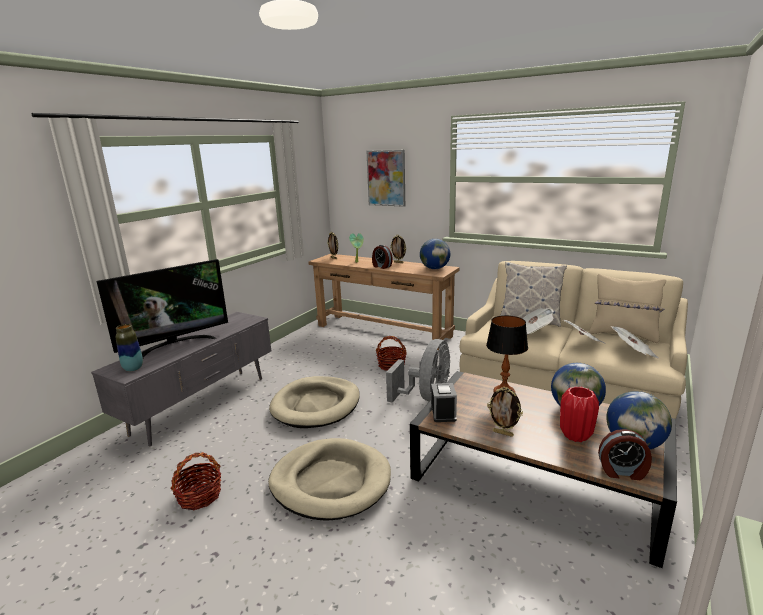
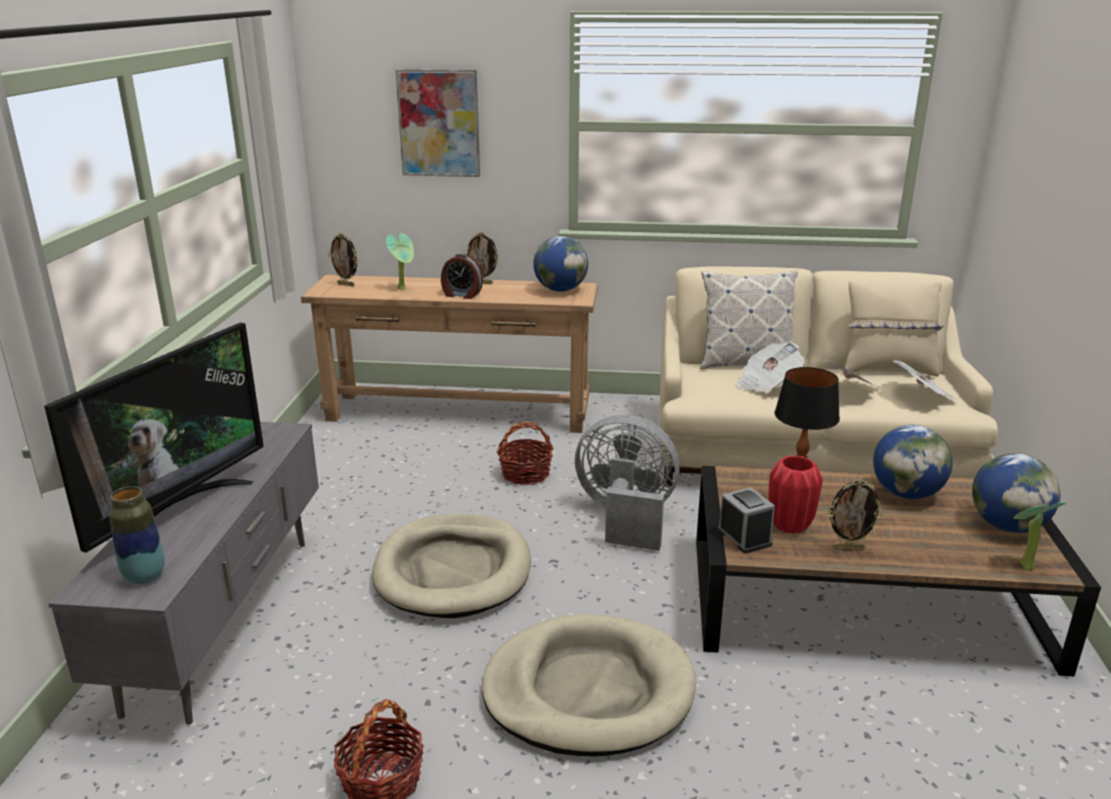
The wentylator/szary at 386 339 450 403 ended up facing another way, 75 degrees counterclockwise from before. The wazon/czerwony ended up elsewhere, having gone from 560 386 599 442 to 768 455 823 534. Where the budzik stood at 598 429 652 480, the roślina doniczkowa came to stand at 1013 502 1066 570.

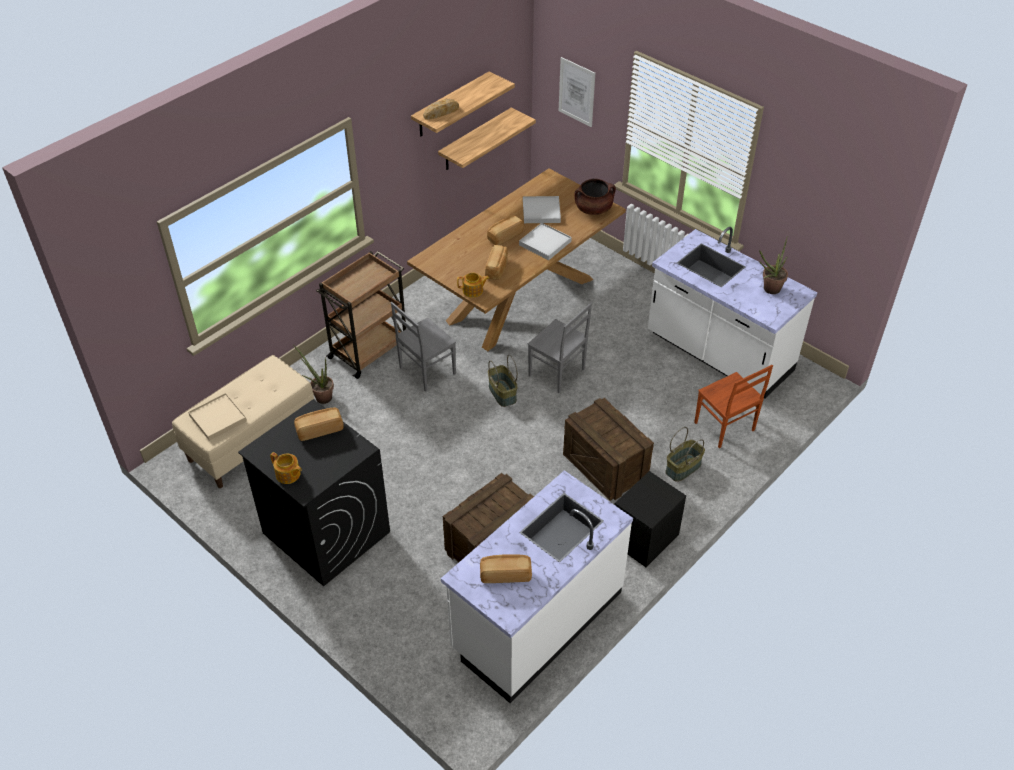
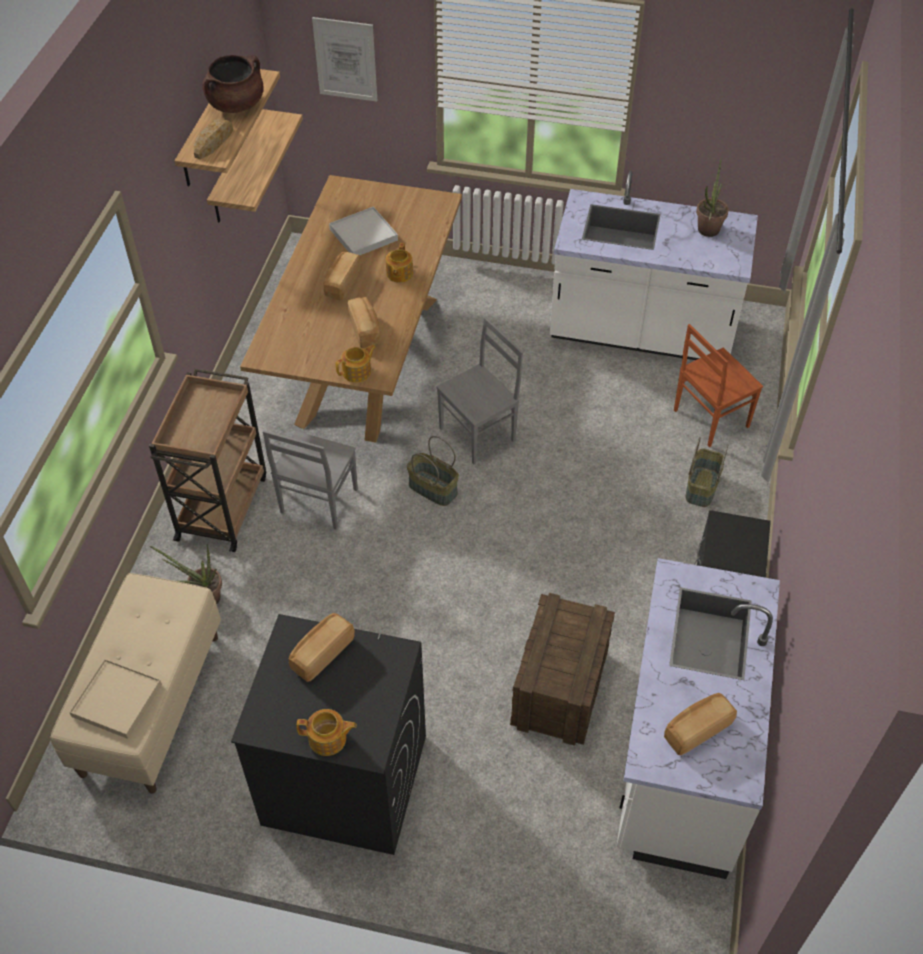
The garnek/brązowy ended up elsewhere, having gone from 574 179 616 215 to 202 55 264 113. Where the taca/biały stood at 519 223 572 260, the imbryk came to stand at 386 243 413 283. The krzesło/szary at 528 303 592 393 ended up facing another way, 45 degrees counterclockwise from before. The krzesło/brązowy at 694 365 773 448 ended up facing another way, 120 degrees clockwise from before. The second view lost the skrzynka at 563 398 654 501.

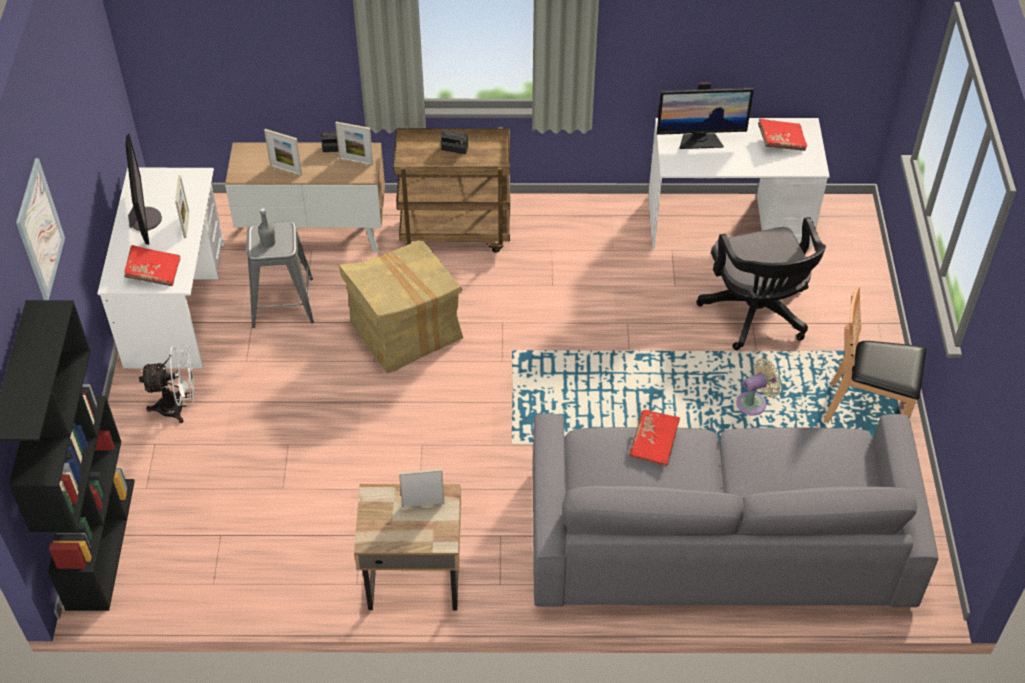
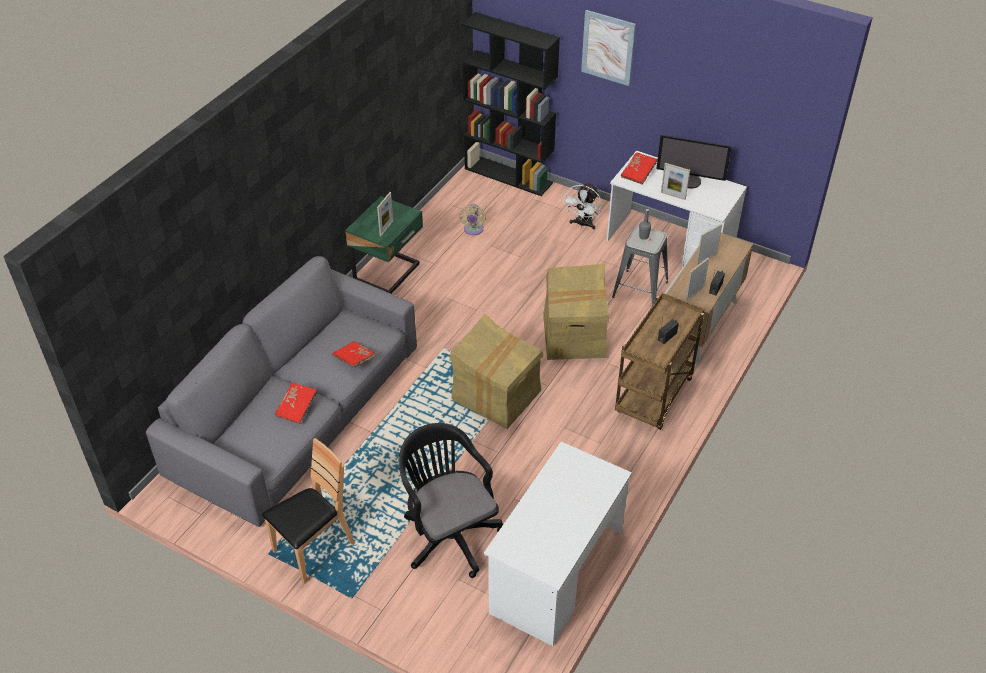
The książka/czerwony ended up elsewhere, having gone from 758 118 807 151 to 275 383 317 424. What was the szafka nocna/beżowy at 354 484 461 611 turned into the szafka nocna/zielony at 345 196 423 294. The krzesło biurowe/czarny at 696 217 826 350 ended up facing another way, 45 degrees clockwise from before. The second view gained the karton at 449 314 543 429. The wentylator/beżowy ended up elsewhere, having gone from 736 359 781 416 to 459 204 486 235. The second view lost the monitor at 657 82 754 149.

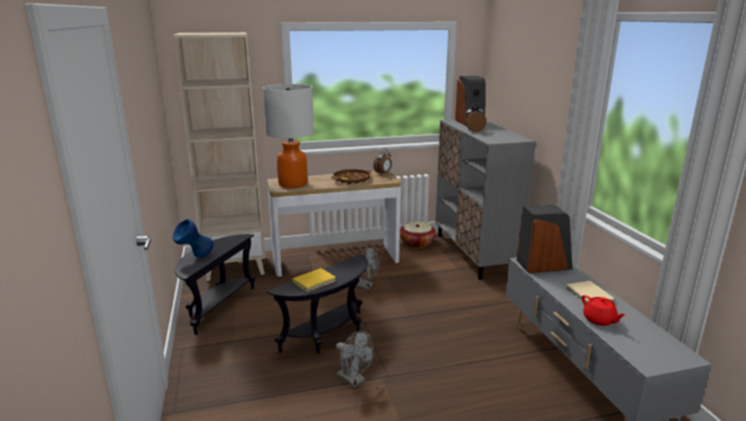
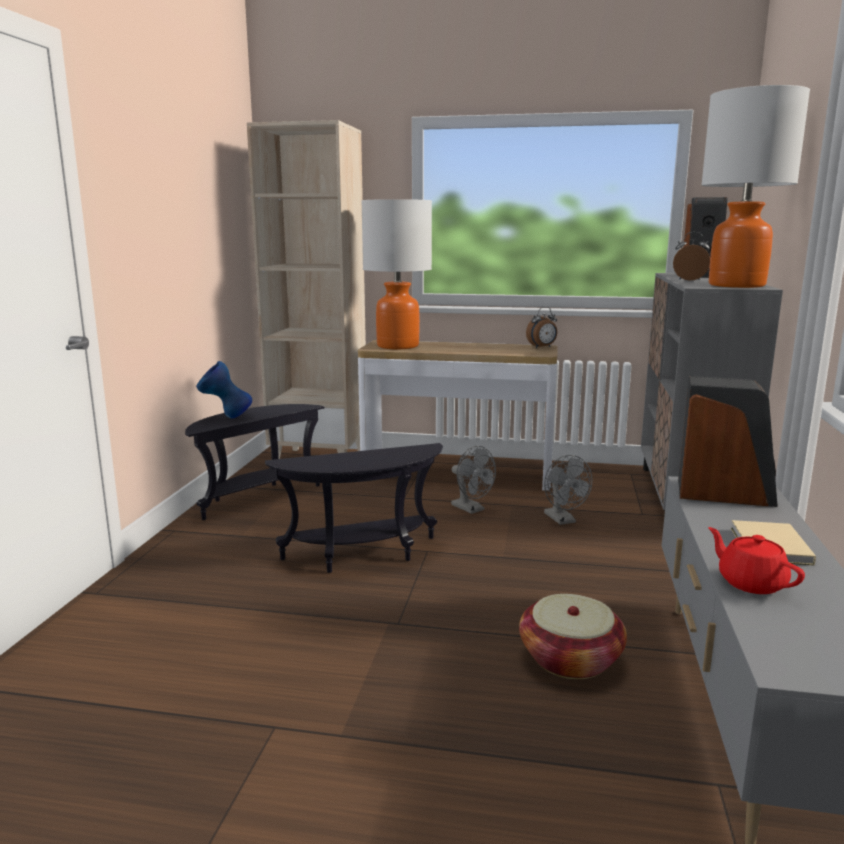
The koszyk ended up elsewhere, having gone from 400 222 436 248 to 519 594 627 679. The wentylator/szary ended up elsewhere, having gone from 336 331 374 387 to 544 455 592 525. The second view gained the lampa stołowa at 701 85 810 288. The imbryk/czerwony at 582 295 626 326 ended up facing another way, 150 degrees clockwise from before. The second view lost the książka/żółty at 292 268 336 292. The second view lost the taca/brązowy at 331 169 371 184.

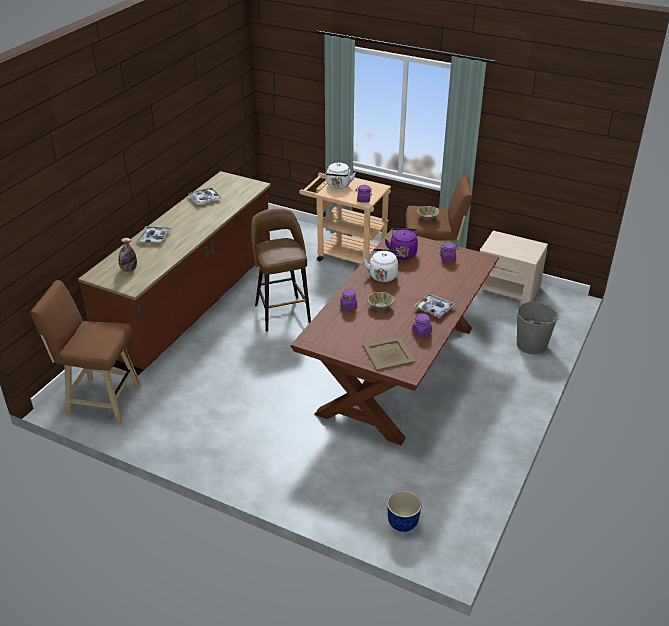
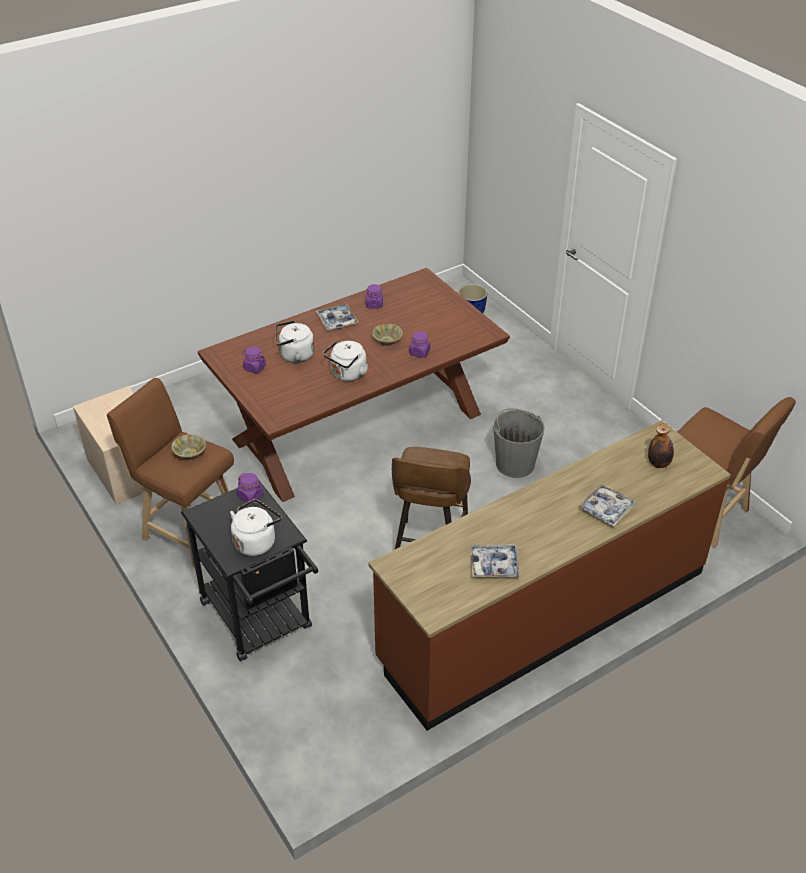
What was the wózek/beżowy at 299 173 391 264 turned into the wózek/czarny at 181 481 318 661. The second view gained the czajnik/biały at 275 320 314 363. The wiadro/szary ended up elsewhere, having gone from 516 301 559 355 to 493 408 545 478. The second view lost the taca/beżowy at 363 337 415 371. The second view lost the czajnik/fioletowy at 385 228 418 260.

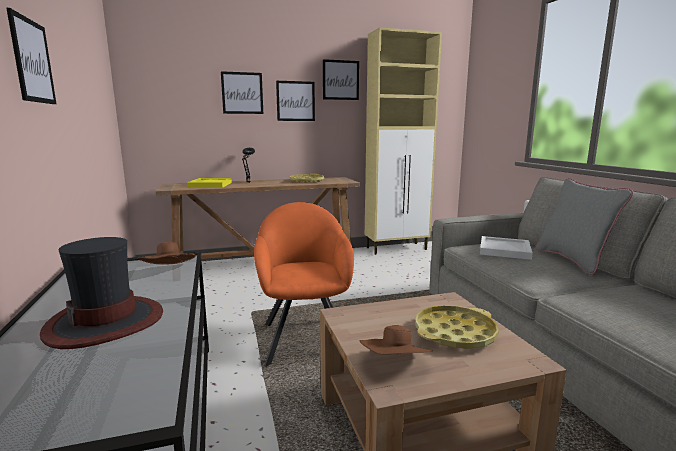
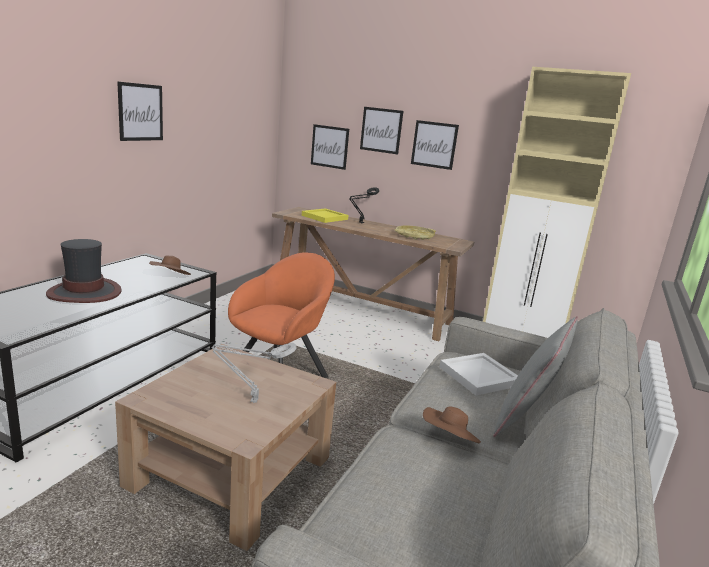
Where the taca/żółty stood at 415 305 499 349, the lampa stołowa/szary came to stand at 212 343 297 403. The obraz ended up elsewhere, having gone from 323 59 359 100 to 311 124 349 170. The kapelusz/brązowy ended up elsewhere, having gone from 359 325 432 355 to 423 407 481 443.

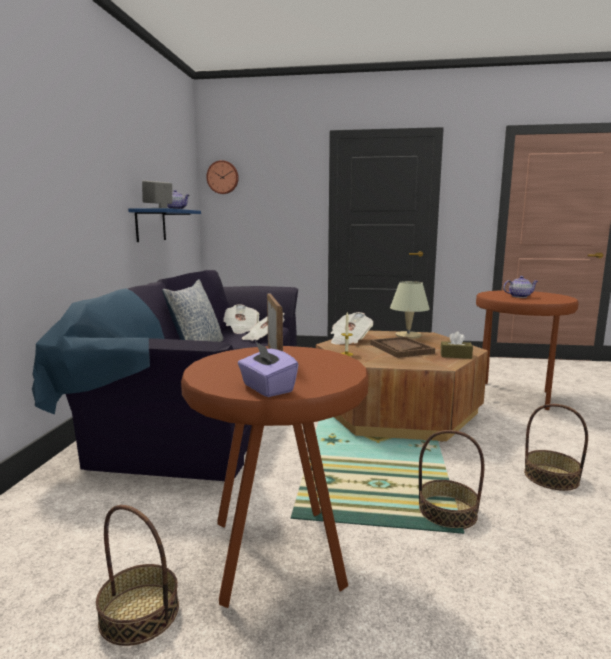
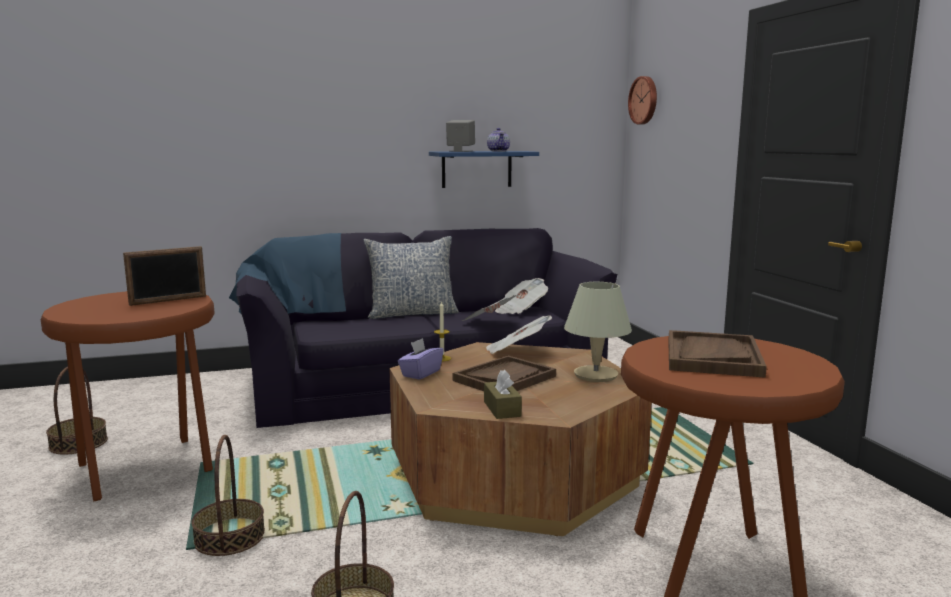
The pudełko chusteczek/fioletowy ended up elsewhere, having gone from 238 341 298 397 to 398 338 444 380. Where the imbryk stood at 503 276 538 298, the taca/brązowy came to stand at 668 330 767 378.

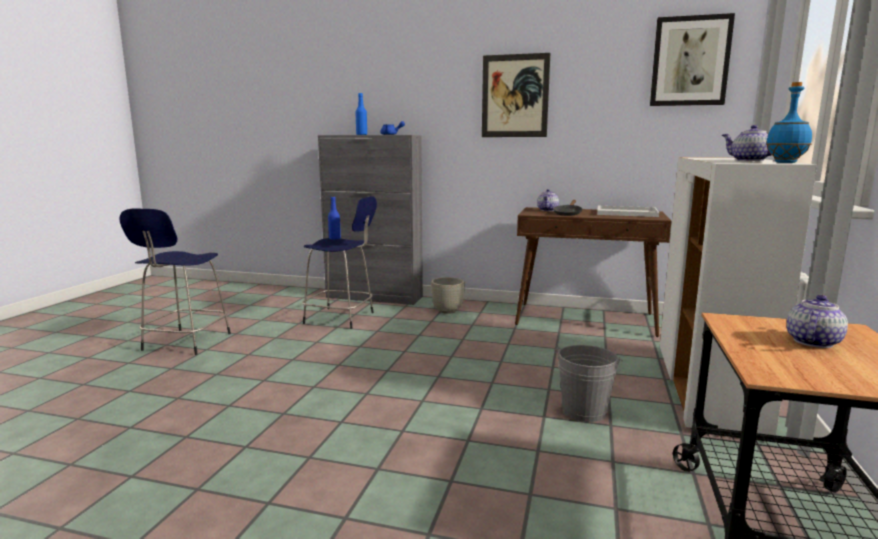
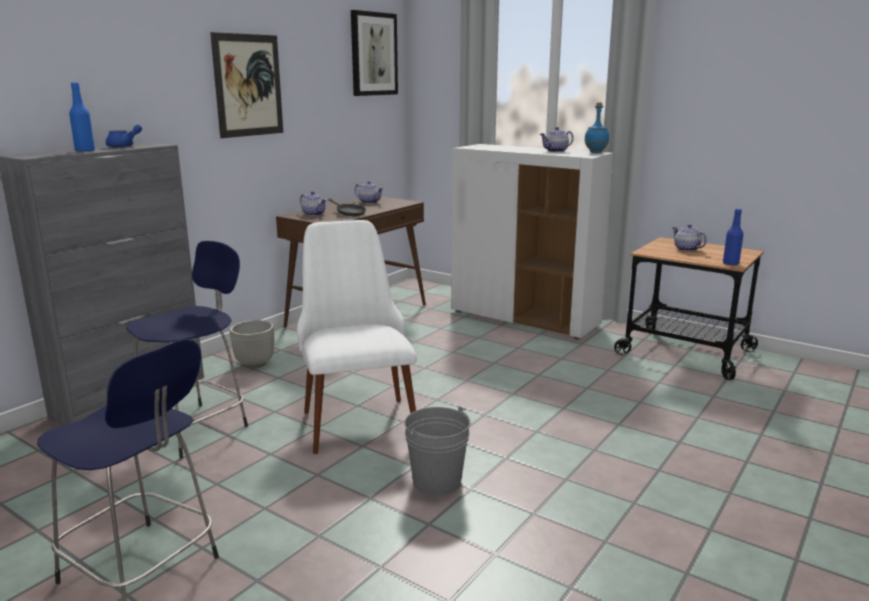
The second view gained the krzesło/biały at 297 220 417 454. Where the taca/biały stood at 597 206 659 217, the imbryk came to stand at 354 181 384 204. The wiadro/szary ended up elsewhere, having gone from 554 345 623 422 to 404 406 470 496. The butelka/niebieski ended up elsewhere, having gone from 328 197 341 240 to 723 208 743 265.

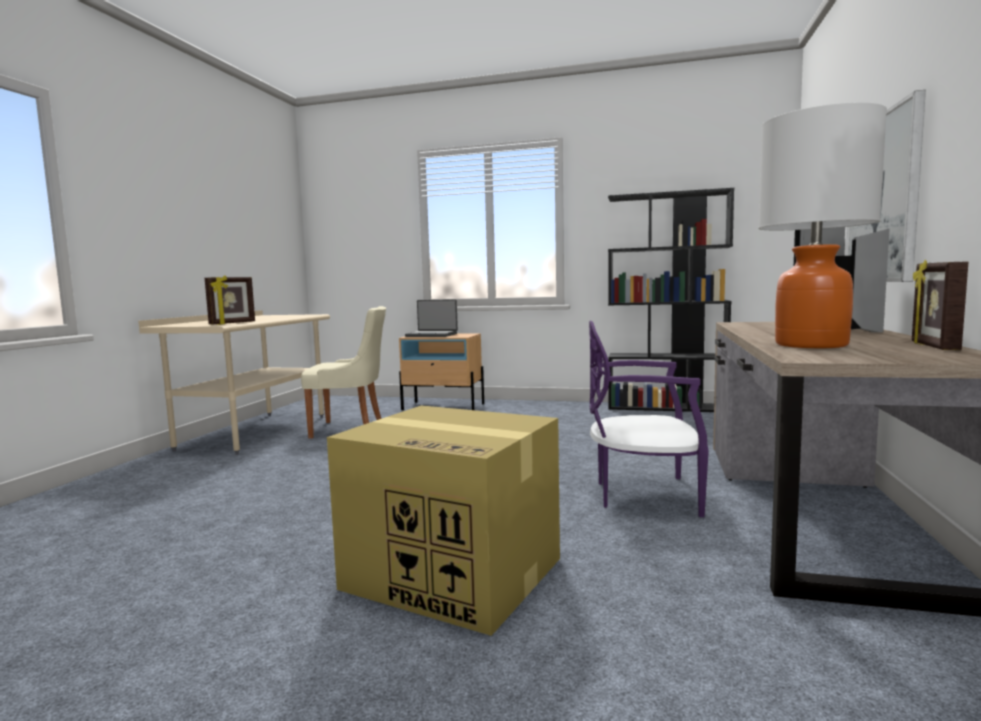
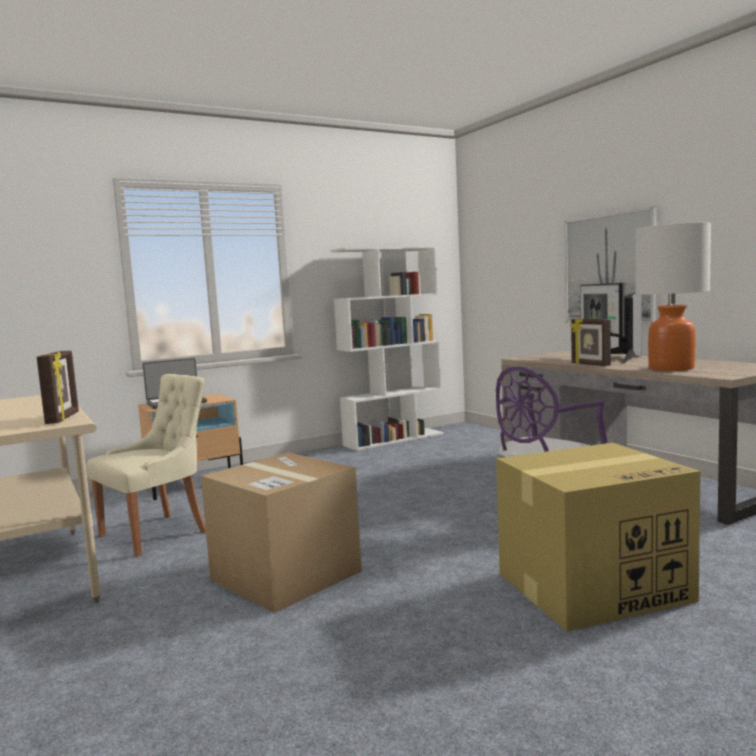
The second view gained the karton at 201 453 362 613. What was the regał/czarny at 608 188 734 412 turned into the regał/biały at 331 246 444 451. The ramka na zdjęcie ended up elsewhere, having gone from 912 260 969 350 to 570 317 611 366.

